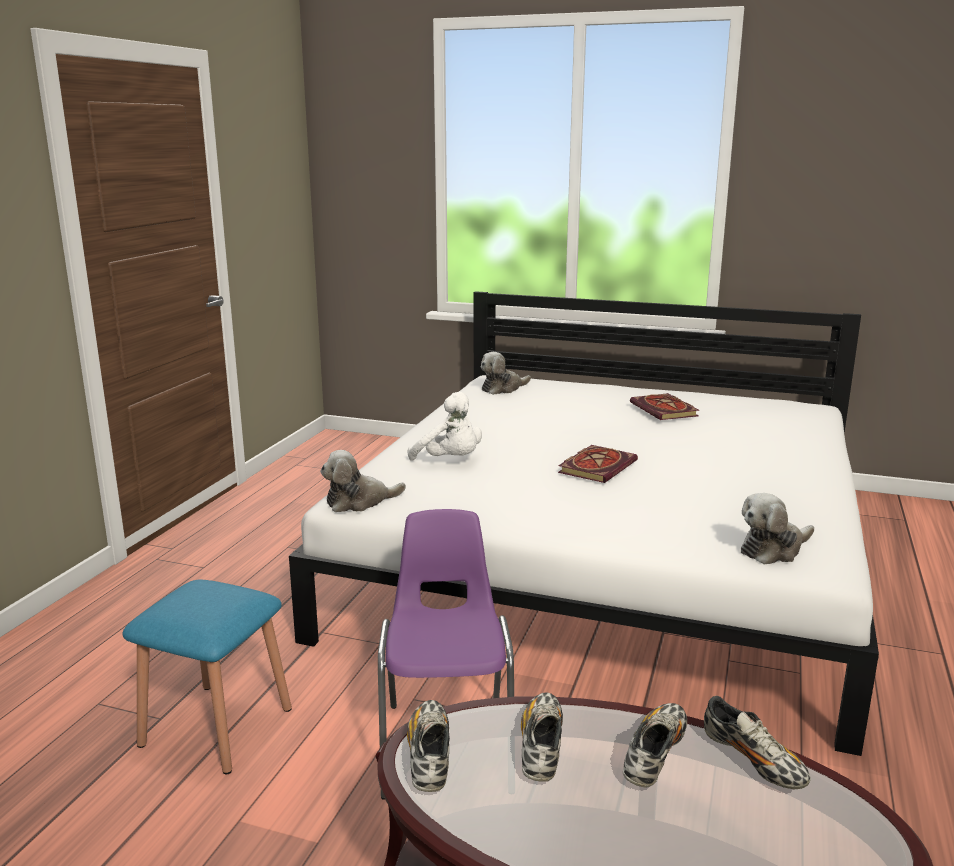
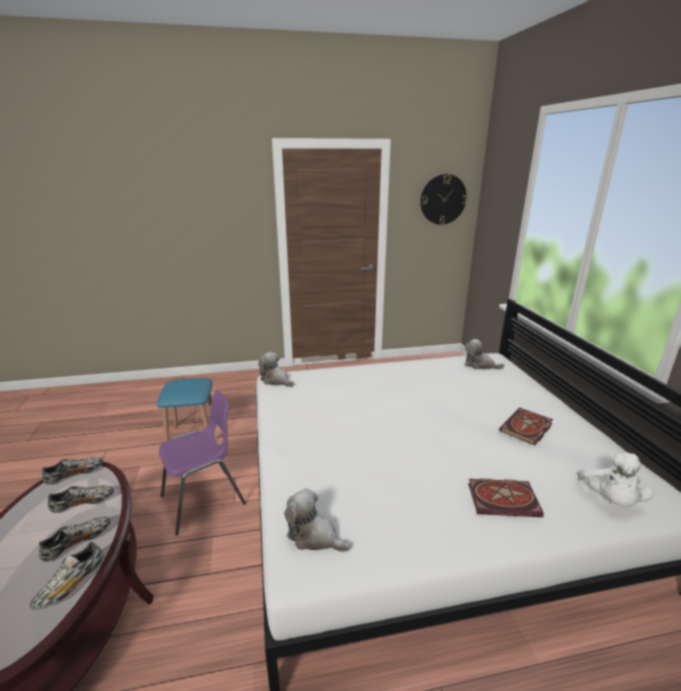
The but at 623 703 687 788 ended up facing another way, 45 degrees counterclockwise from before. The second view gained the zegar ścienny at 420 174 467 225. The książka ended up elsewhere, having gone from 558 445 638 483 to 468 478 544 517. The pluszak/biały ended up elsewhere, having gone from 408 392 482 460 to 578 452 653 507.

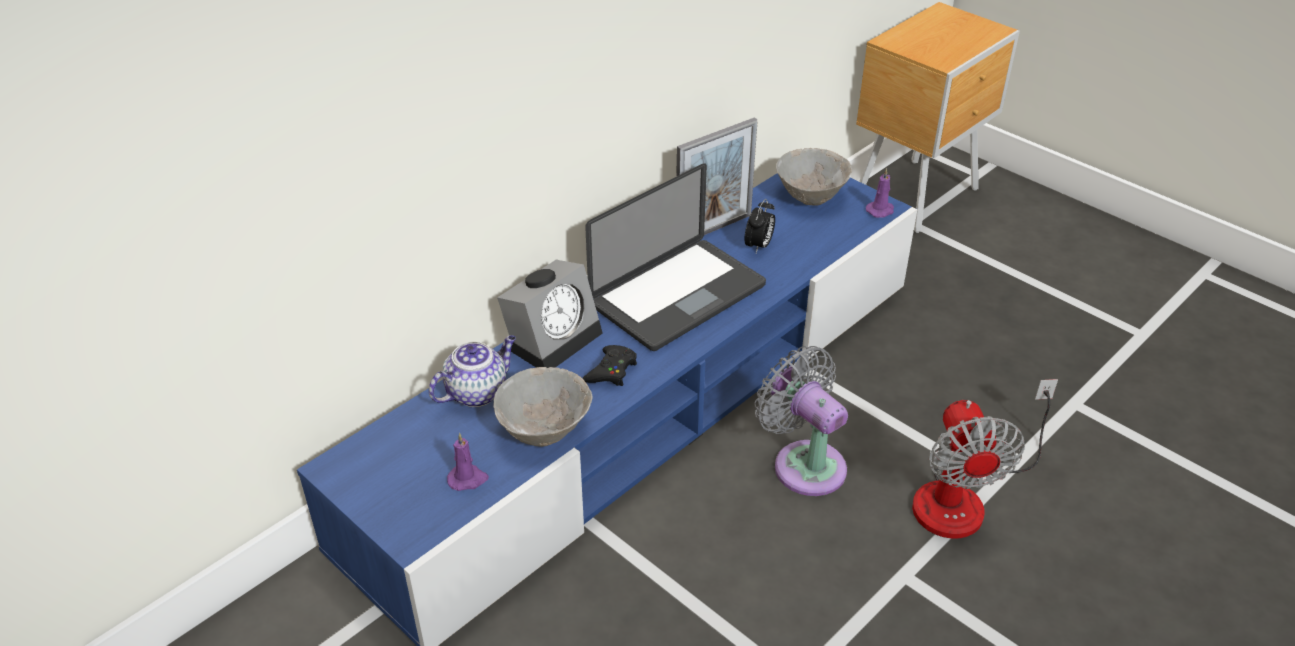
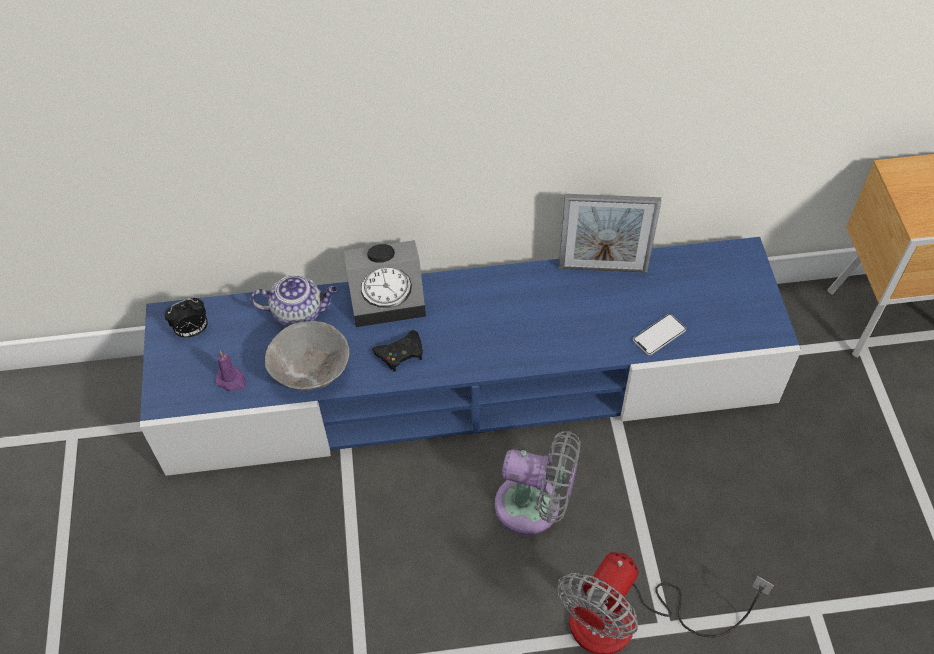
The budzik ended up elsewhere, having gone from 744 199 775 253 to 165 298 208 338. The wentylator/szary at 754 346 848 496 ended up facing another way, 105 degrees clockwise from before. The second view gained the telefon at 633 314 686 355. The second view lost the laptop at 585 163 766 351. The second view lost the miska/szary at 776 148 852 206. The second view lost the świeca/fioletowy at 866 168 894 218.

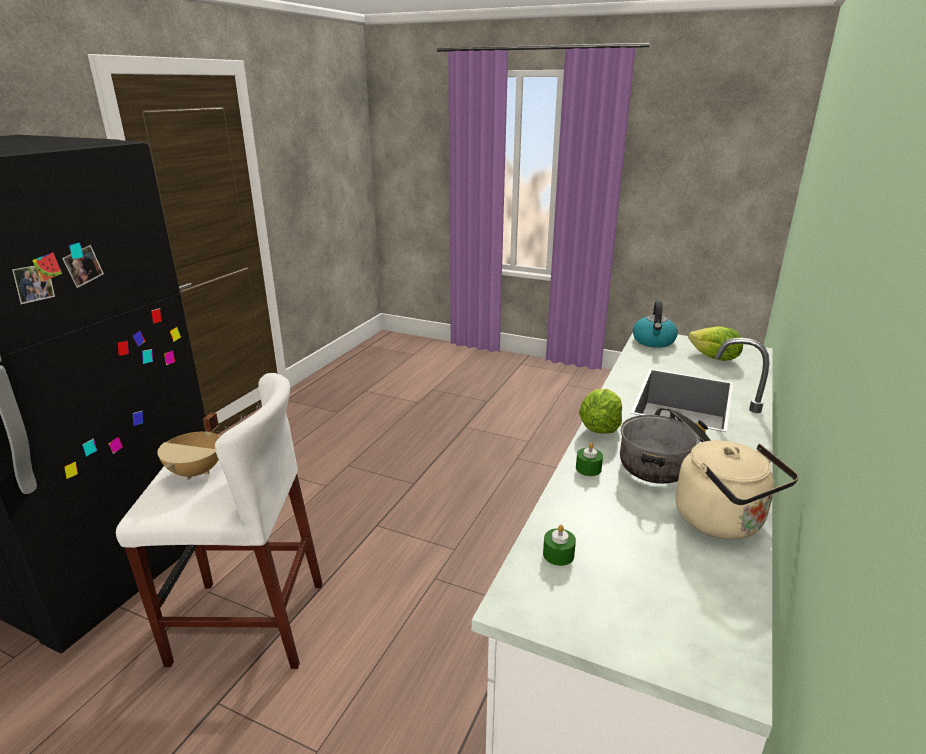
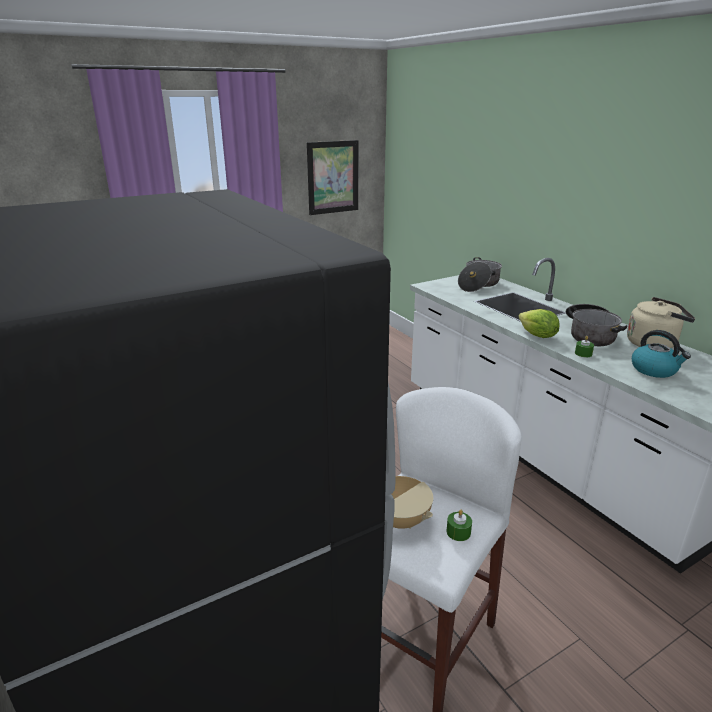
The second view gained the obraz at 307 140 358 215. The świeca/zielony ended up elsewhere, having gone from 543 525 576 566 to 446 510 472 541. Where the sałata stood at 688 326 743 361, the garnek came to stand at 458 257 502 292. The czajnik ended up elsewhere, having gone from 633 301 678 348 to 632 330 691 378.

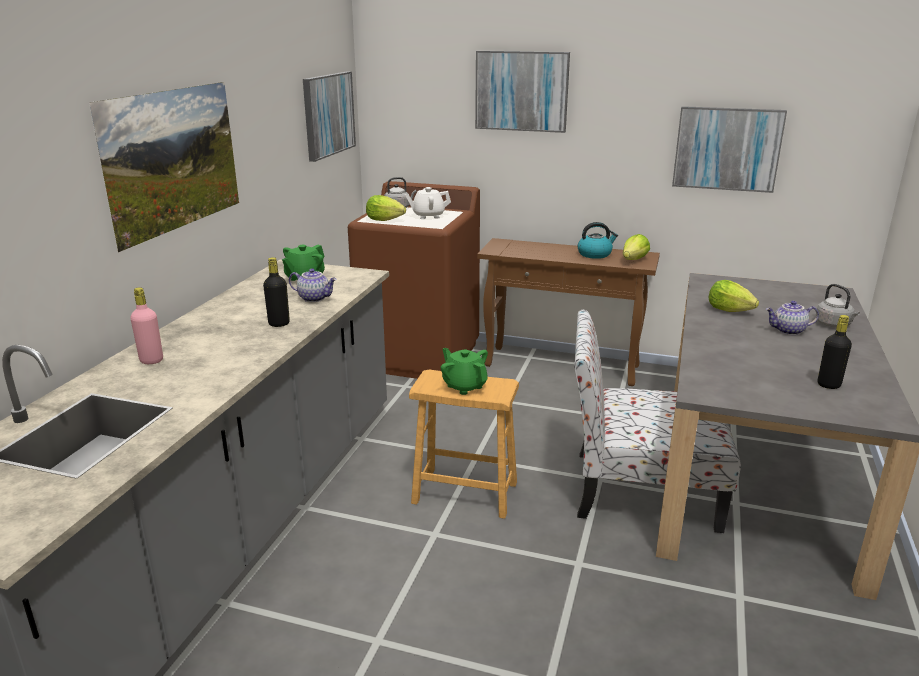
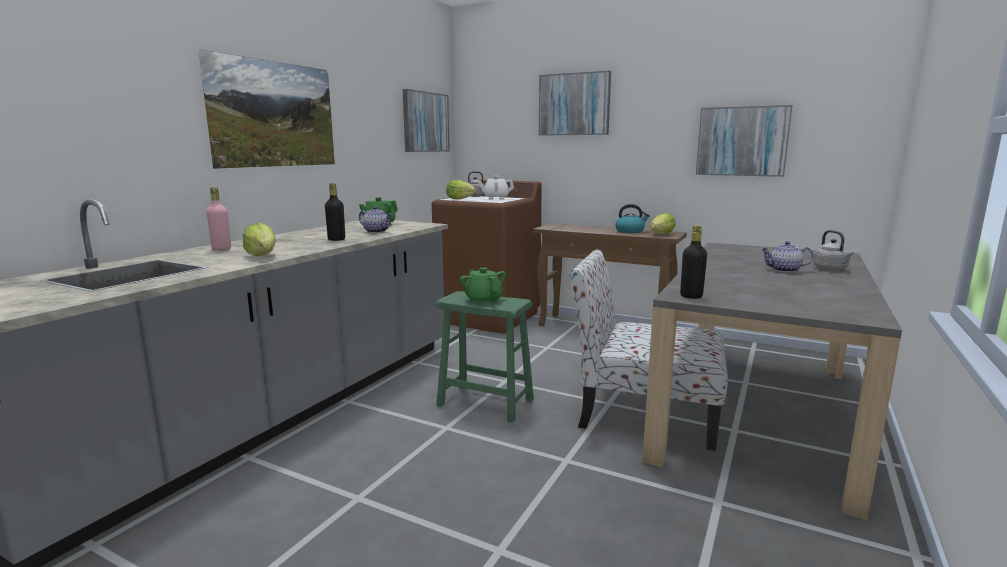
The sałata ended up elsewhere, having gone from 708 280 759 312 to 243 223 276 256. What was the stołek/brązowy at 409 369 519 519 turned into the stołek/zielony at 435 291 534 423. The butelka/czarny ended up elsewhere, having gone from 817 315 852 389 to 680 225 707 299.

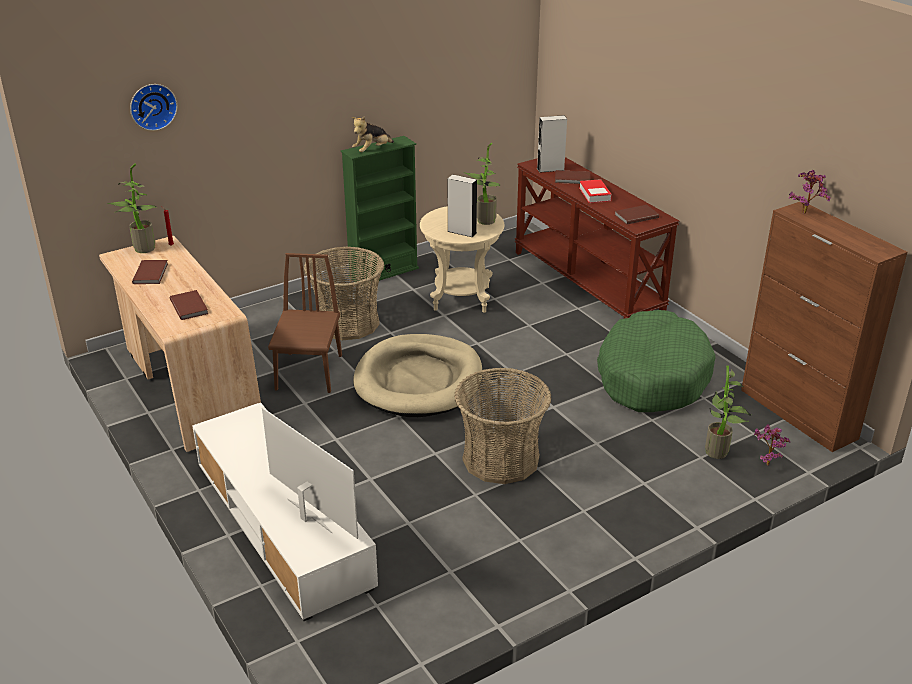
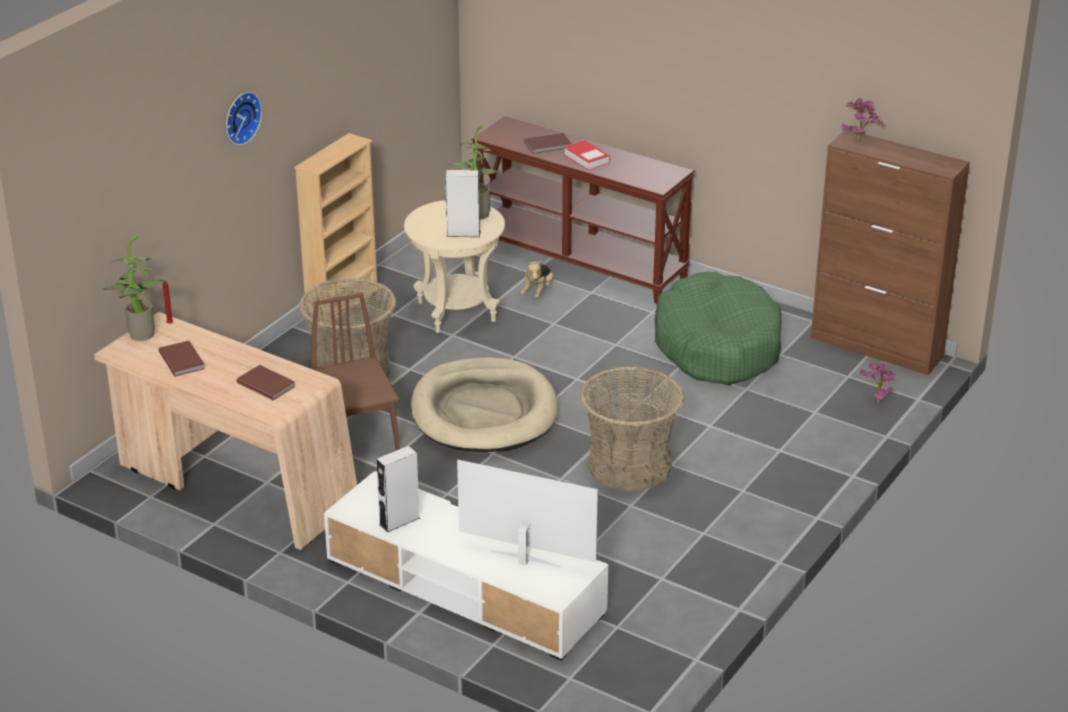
The zegar ścienny ended up elsewhere, having gone from 130 84 177 131 to 226 92 262 145. What was the regał/zielony at 341 136 419 286 turned into the regał/beżowy at 294 133 378 324. The głośnik/szary ended up elsewhere, having gone from 537 115 567 173 to 376 445 420 532. The pluszak ended up elsewhere, having gone from 352 116 394 152 to 521 259 554 298. The second view lost the książka/brązowy at 615 205 659 225. The second view lost the roślina doniczkowa at 705 365 751 459.

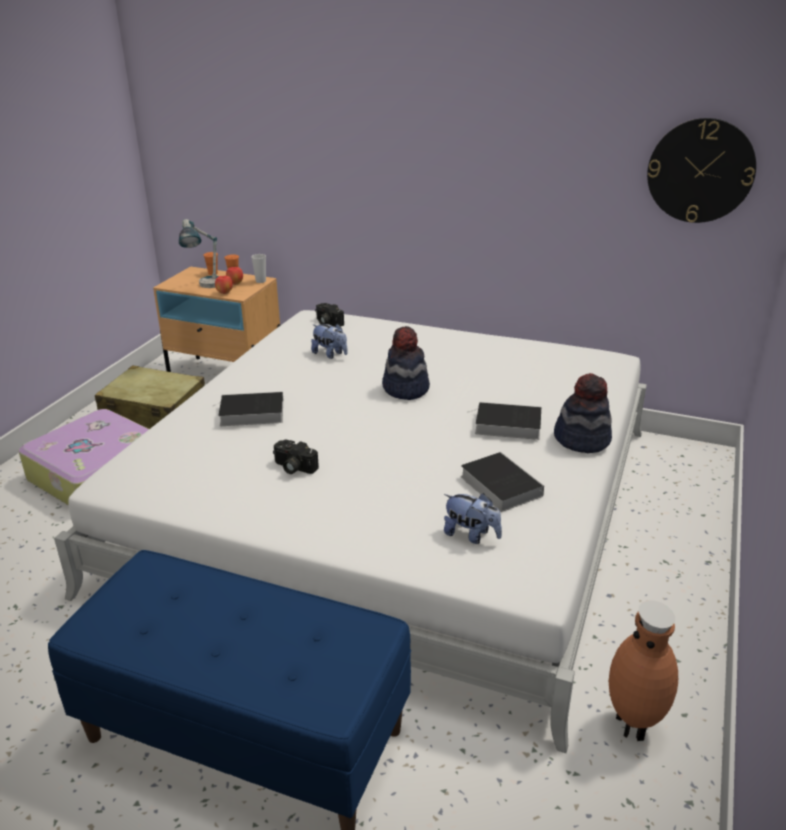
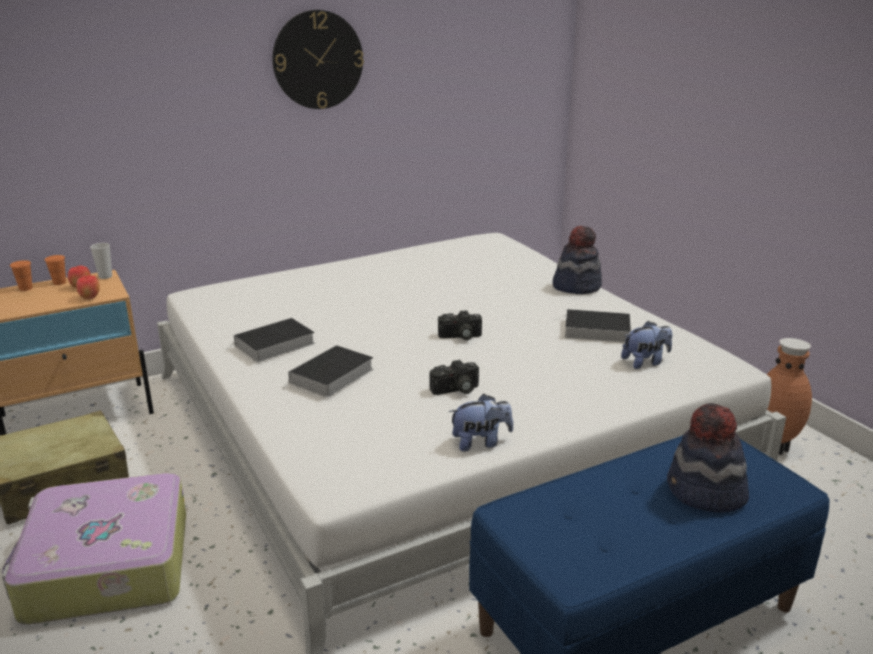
The książka ended up elsewhere, having gone from 467 402 541 440 to 225 318 315 362. The zegar ścienny ended up elsewhere, having gone from 647 118 756 223 to 272 10 364 109. The aparat fotograficzny ended up elsewhere, having gone from 315 303 344 327 to 438 311 482 340. The pluszak ended up elsewhere, having gone from 311 323 348 359 to 449 394 513 452. The kapelusz ended up elsewhere, having gone from 382 326 430 400 to 667 403 749 513. The second view lost the lampa stołowa at 179 219 219 288.

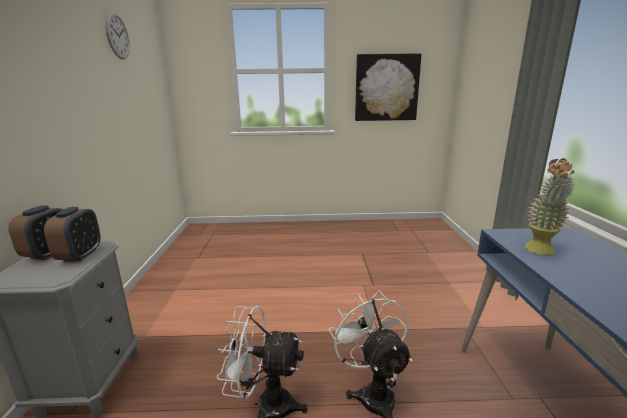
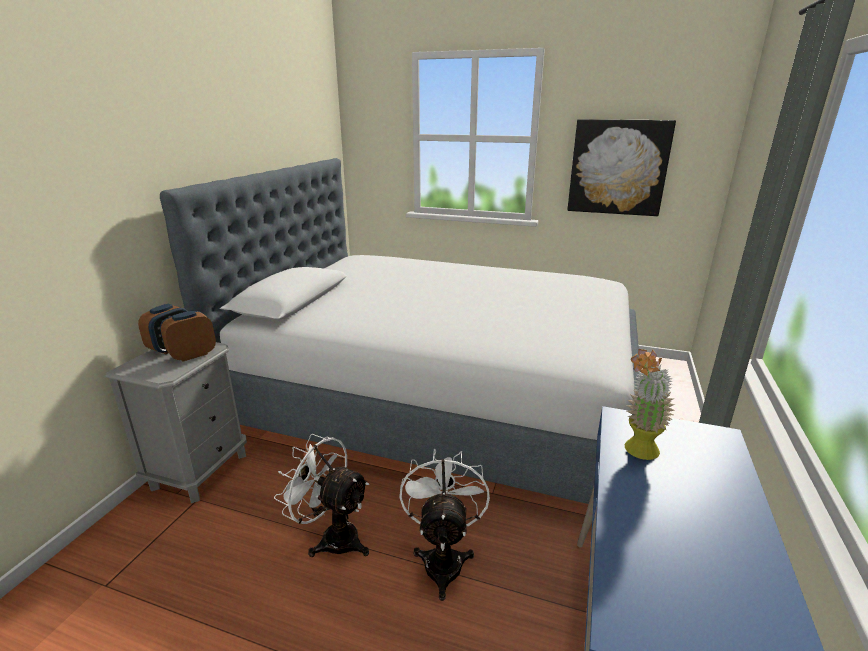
The second view gained the łóżko at 160 158 641 504. The budzik at 44 207 101 262 ended up facing another way, 150 degrees counterclockwise from before. The second view lost the zegar ścienny at 105 11 130 59.

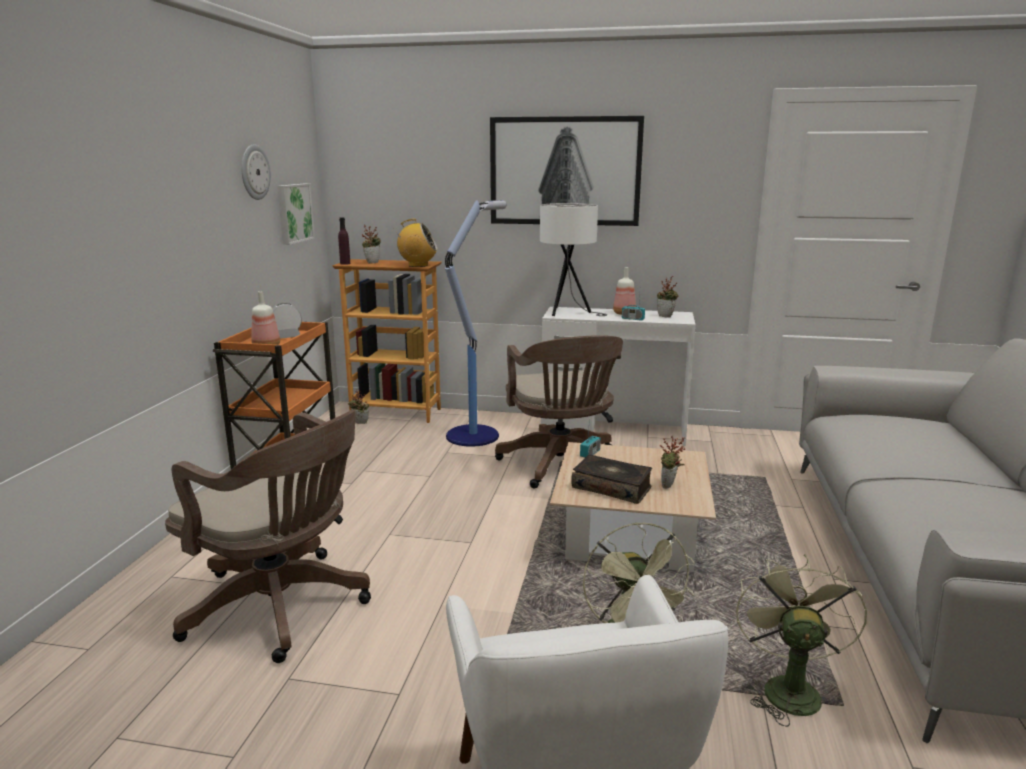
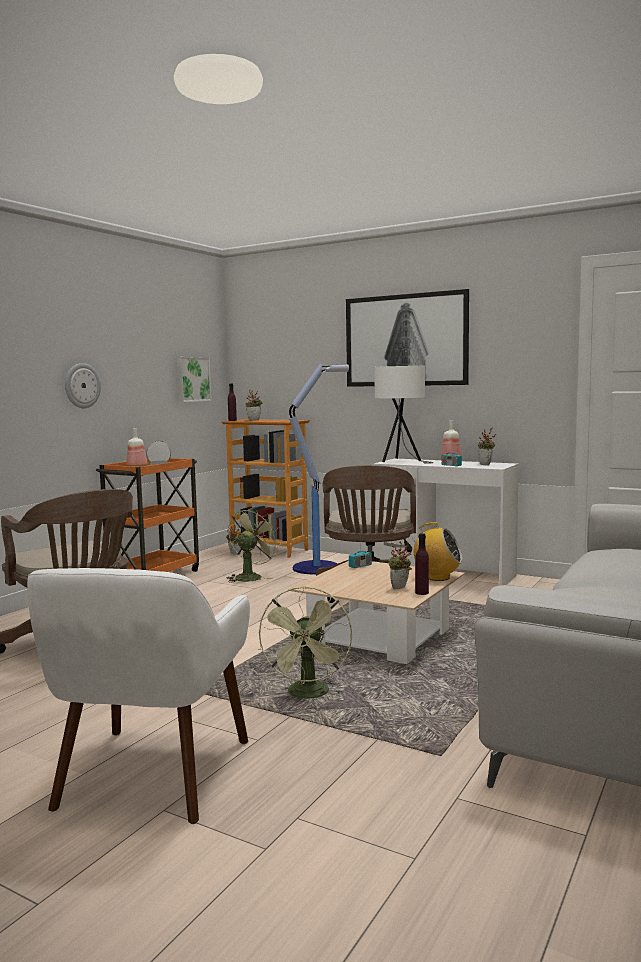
The zegar ścienny ended up elsewhere, having gone from 241 144 271 200 to 65 363 101 408. The wentylator/zielony ended up elsewhere, having gone from 736 554 867 727 to 227 507 281 583. The radio ended up elsewhere, having gone from 394 219 437 267 to 411 522 462 581. The second view gained the butelka/fioletowy at 415 533 429 595. The second view lost the książka at 571 455 652 504.

